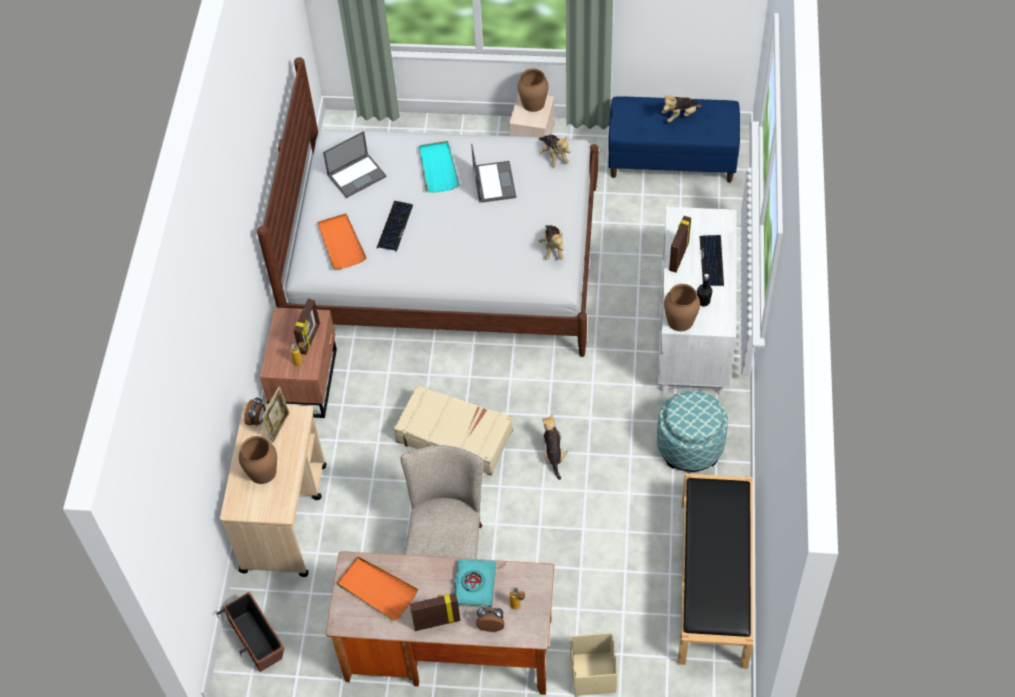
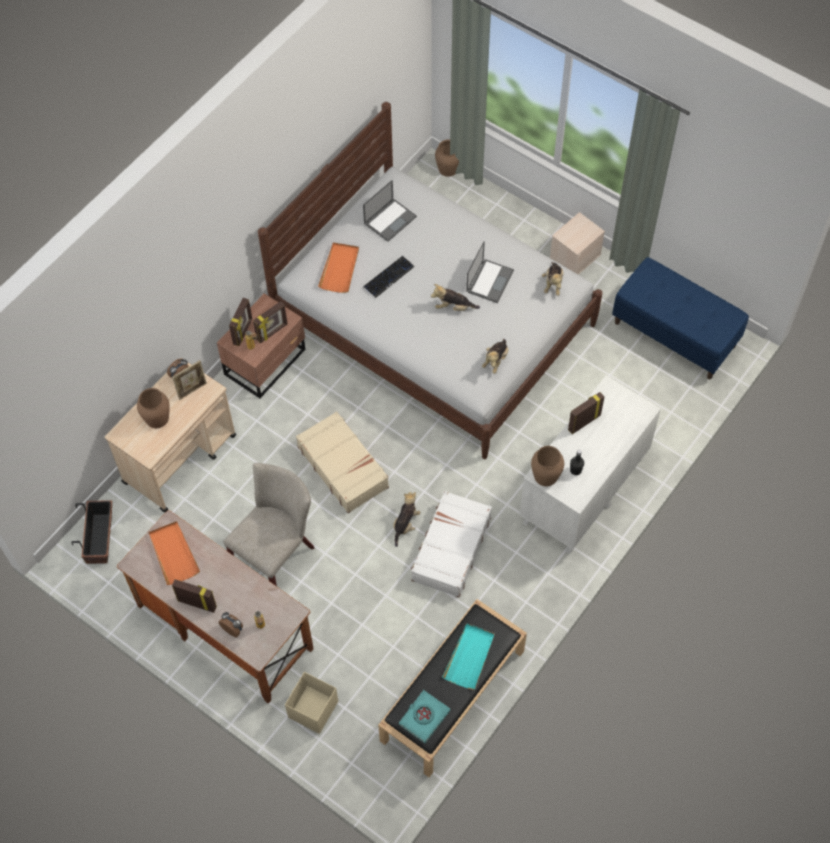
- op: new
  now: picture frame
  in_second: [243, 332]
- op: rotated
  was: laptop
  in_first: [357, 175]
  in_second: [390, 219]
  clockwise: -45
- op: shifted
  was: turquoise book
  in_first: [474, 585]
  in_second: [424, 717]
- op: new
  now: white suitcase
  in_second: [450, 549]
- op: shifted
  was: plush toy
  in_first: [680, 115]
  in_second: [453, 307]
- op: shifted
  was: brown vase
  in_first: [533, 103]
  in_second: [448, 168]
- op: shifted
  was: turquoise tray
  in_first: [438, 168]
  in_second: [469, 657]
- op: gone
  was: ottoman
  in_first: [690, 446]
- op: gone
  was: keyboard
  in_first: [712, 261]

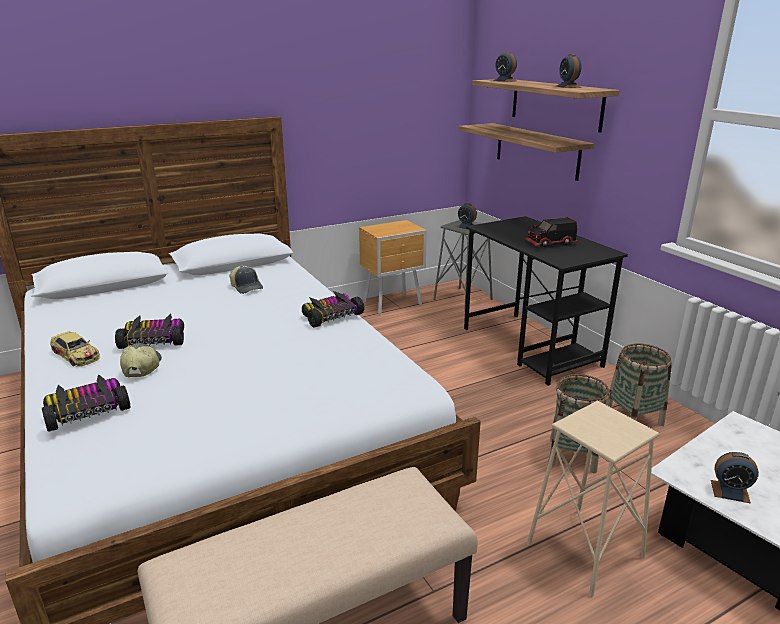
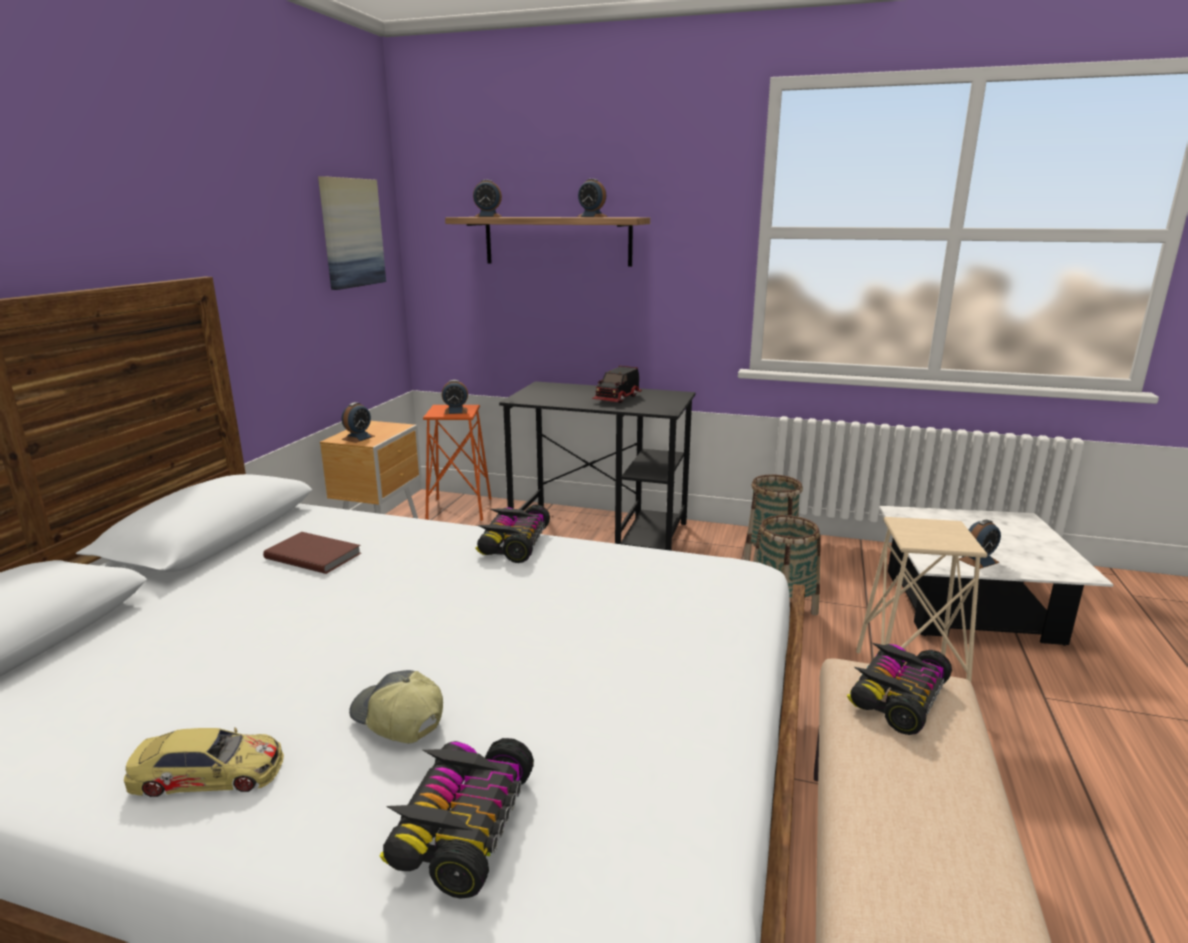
- op: swapped
  was: cap
  now: brown book
  in_first: [247, 287]
  in_second: [314, 555]
- op: new
  now: picture
  in_second: [351, 233]
- op: new
  now: alarm clock
  in_second: [358, 438]
- op: repainted
  was: grey stool
  now: orange stool
  in_first: [462, 299]
  in_second: [459, 509]
- op: shifted
  was: toy car
  in_first: [154, 340]
  in_second: [895, 697]
- op: gone
  was: shelf
  in_first: [536, 150]

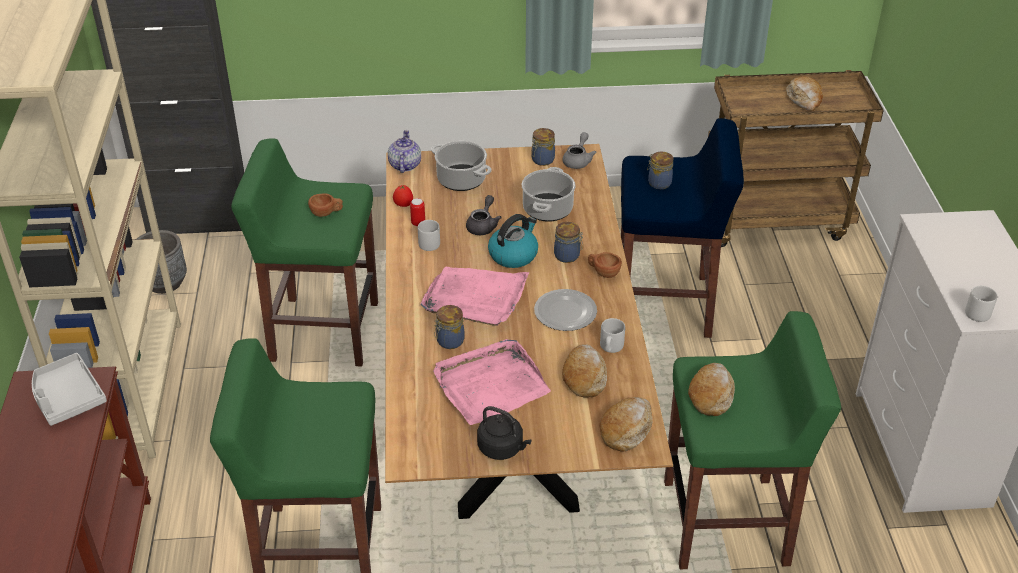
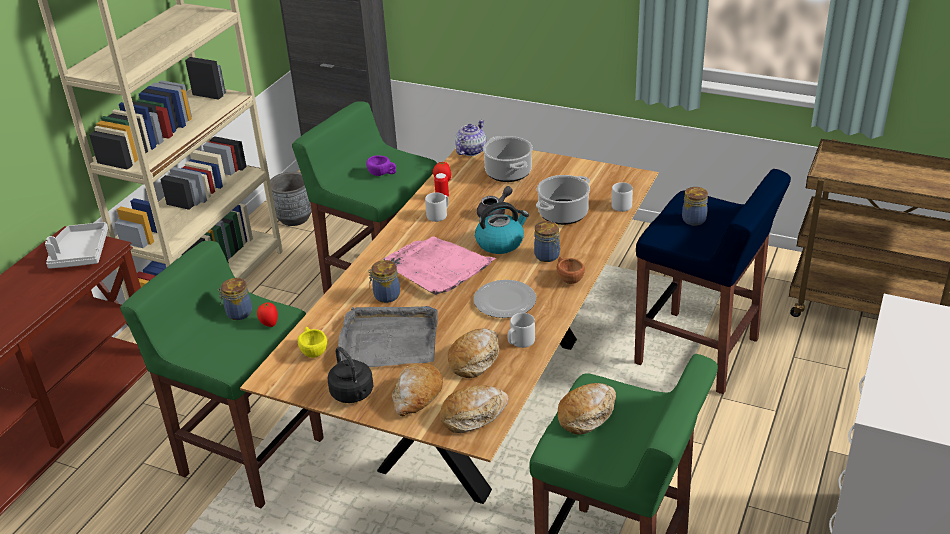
- op: shifted
  was: jar
  in_first: [542, 160]
  in_second: [238, 313]
- op: new
  now: tomato
  in_second: [269, 324]
- op: new
  now: yellow cup
  in_second: [313, 350]
- op: repainted
  was: pink tray
  now: grey tray
  in_first: [490, 385]
  in_second: [388, 341]
- op: repainted
  was: brown cup
  now: purple cup
  in_first: [326, 213]
  in_second: [382, 174]
- op: shifted
  was: bread
  in_first: [804, 99]
  in_second: [417, 396]
- op: shifted
  was: grey mug
  in_first: [977, 311]
  in_second: [623, 205]
- op: gone
  was: grey teapot
  in_first: [578, 160]

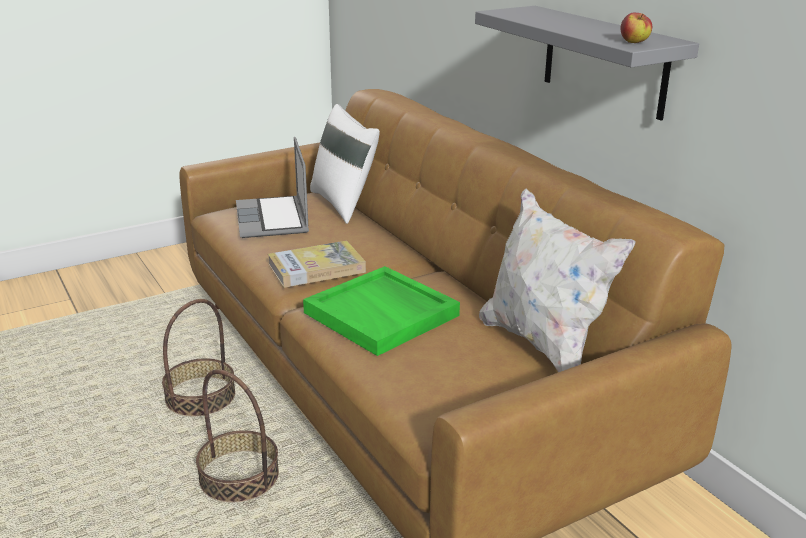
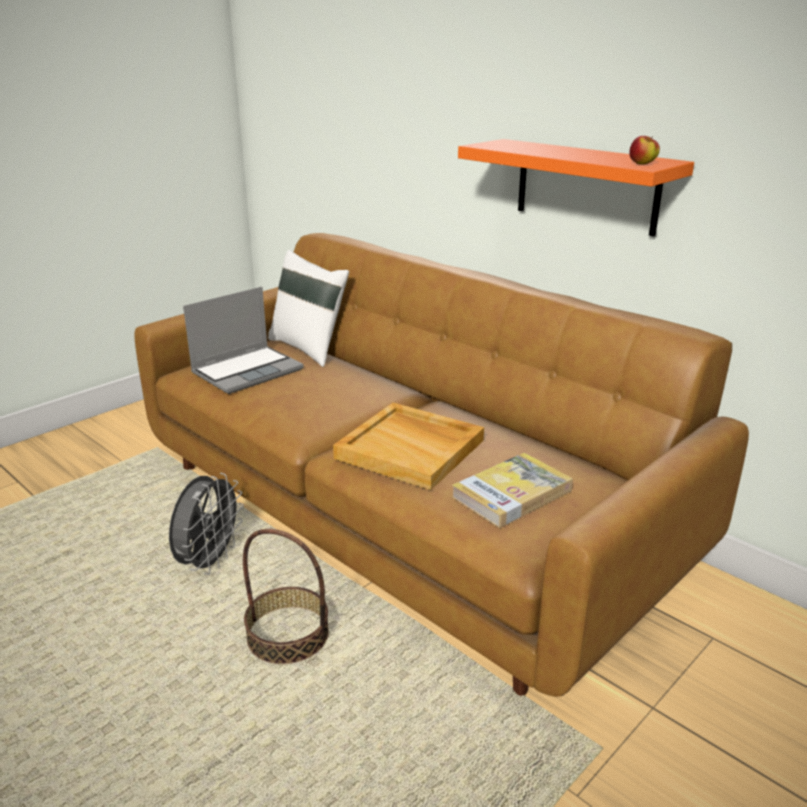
- op: swapped
  was: basket
  now: grey fan
  in_first: [200, 397]
  in_second: [209, 562]
- op: rotated
  was: laptop
  in_first: [273, 219]
  in_second: [248, 371]
  clockwise: -105
- op: repainted
  was: green tray
  now: beige tray
  in_first: [383, 314]
  in_second: [411, 449]
- op: shifted
  was: book
  in_first: [316, 268]
  in_second: [512, 493]
- op: repainted
  was: grey shelf
  now: orange shelf
  in_first: [604, 61]
  in_second: [586, 186]
- op: gone
  was: white pillow
  in_first: [543, 346]

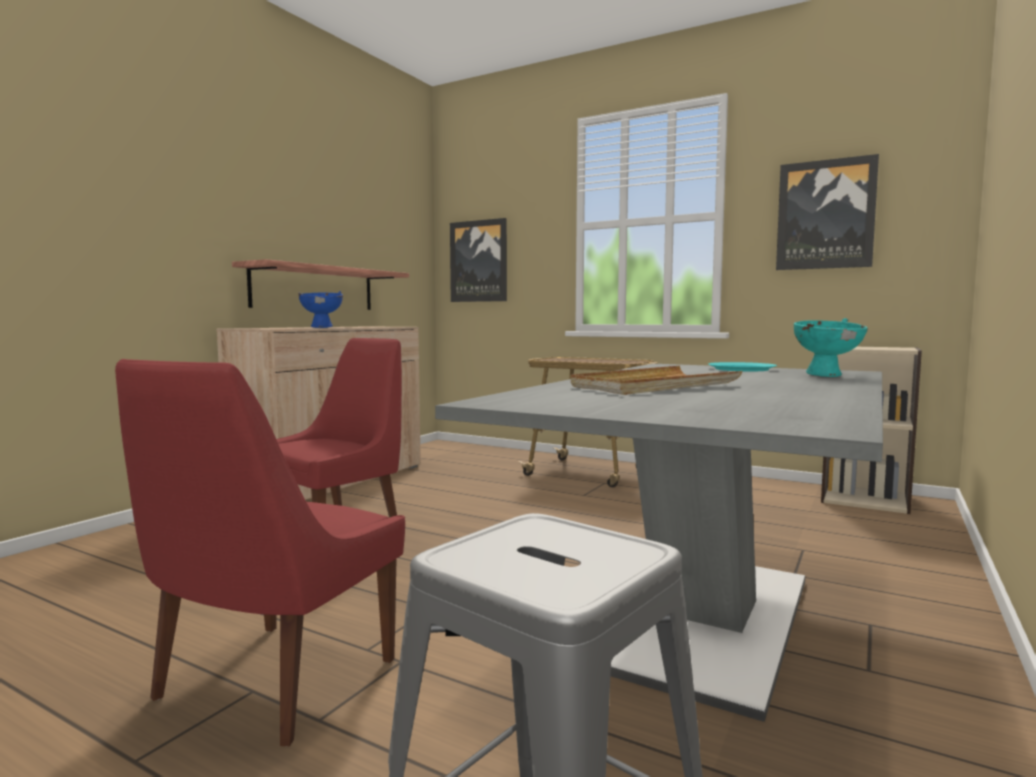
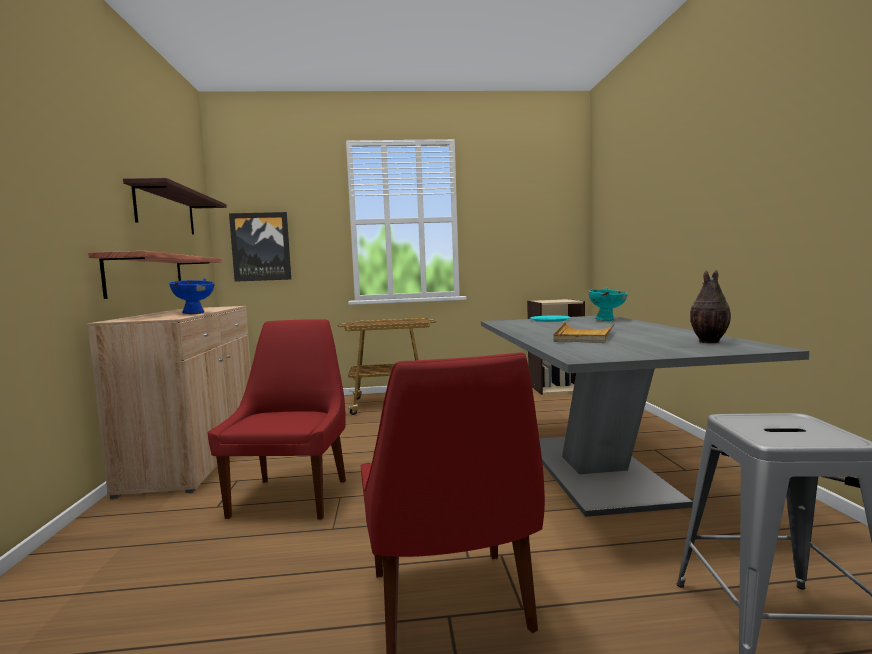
- op: new
  now: shelf
  in_second: [166, 211]
- op: new
  now: vase
  in_second: [708, 342]
- op: gone
  was: picture
  in_first: [825, 215]

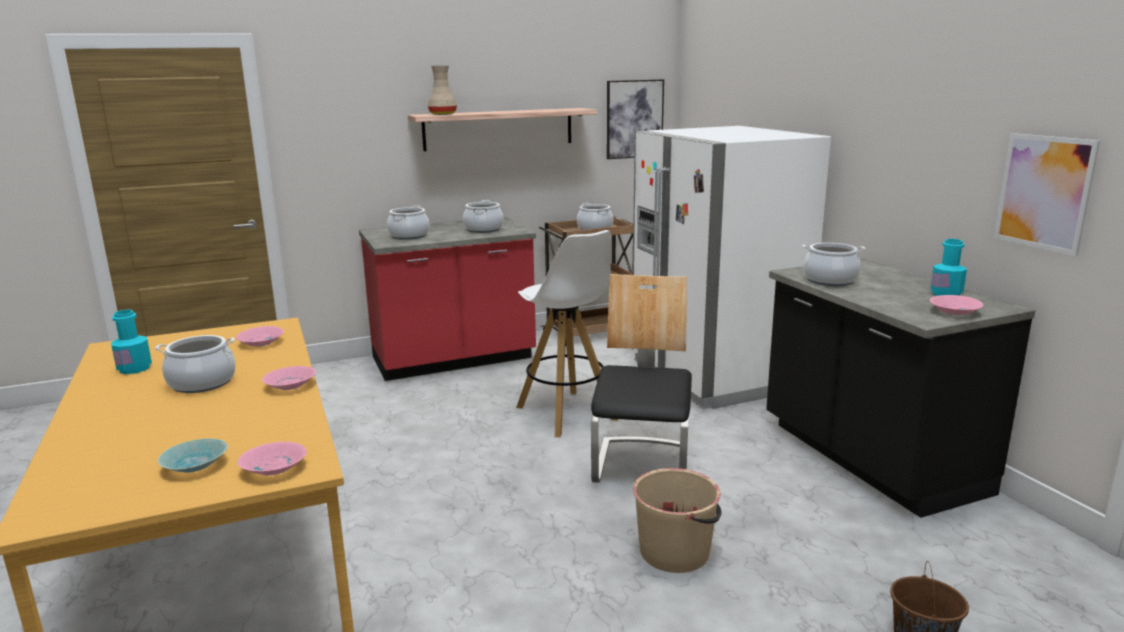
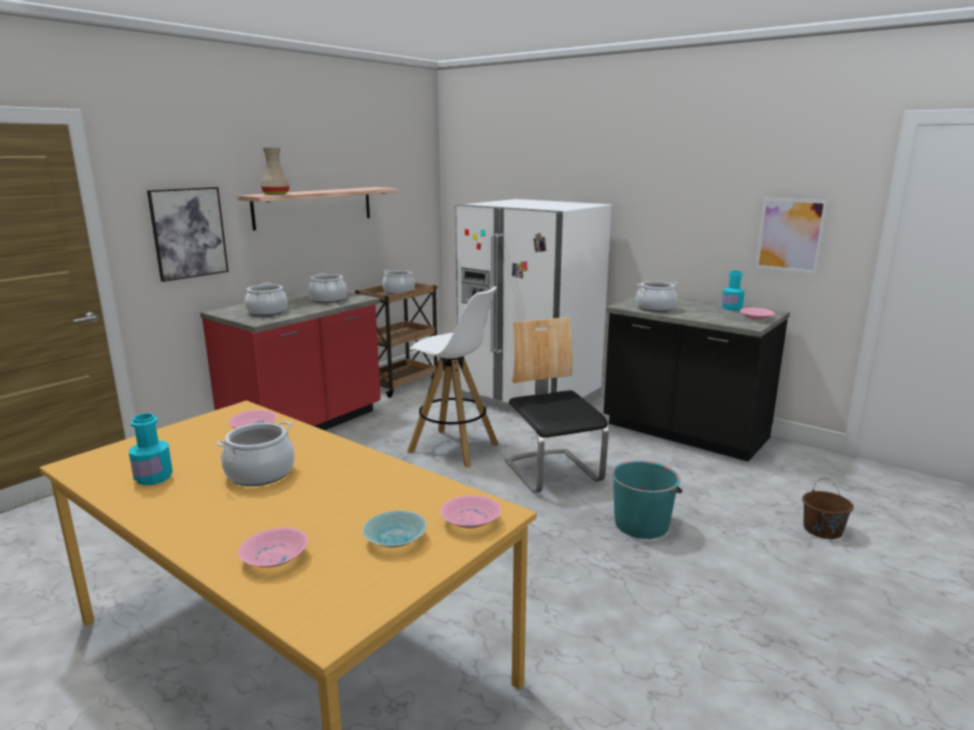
- op: shifted
  was: picture
  in_first: [634, 119]
  in_second: [189, 233]
- op: shifted
  was: pink bowl
  in_first: [289, 386]
  in_second: [274, 560]
- op: repainted
  was: beige bucket
  now: turquoise bucket
  in_first: [675, 552]
  in_second: [642, 524]

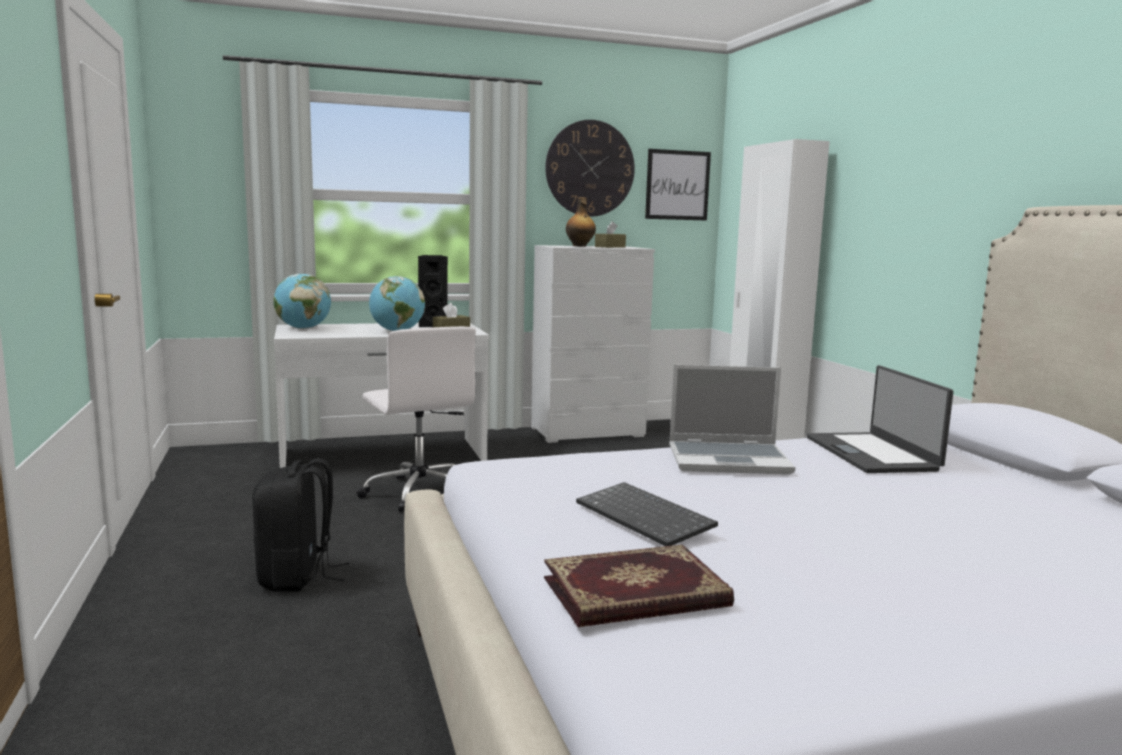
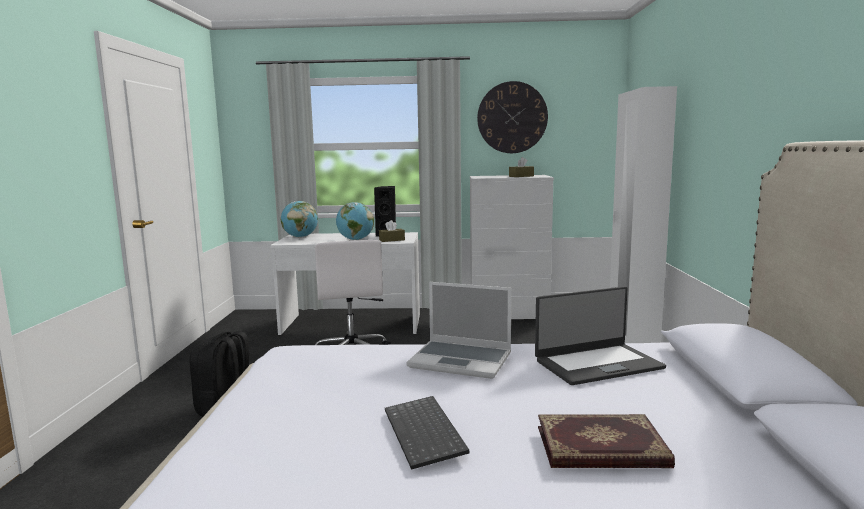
- op: shifted
  was: keyboard
  in_first: [647, 517]
  in_second: [426, 433]
- op: rotated
  was: laptop
  in_first: [872, 453]
  in_second: [597, 364]
  clockwise: -120
- op: shifted
  was: book
  in_first: [636, 594]
  in_second: [601, 448]
- op: gone
  was: bottle
  in_first: [580, 246]
- op: gone
  was: picture
  in_first: [677, 185]

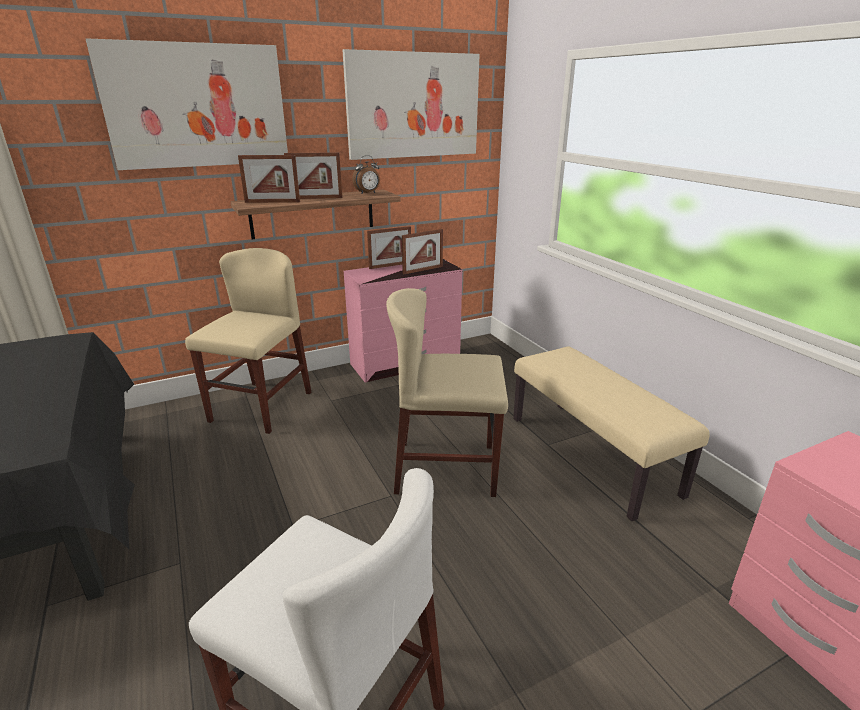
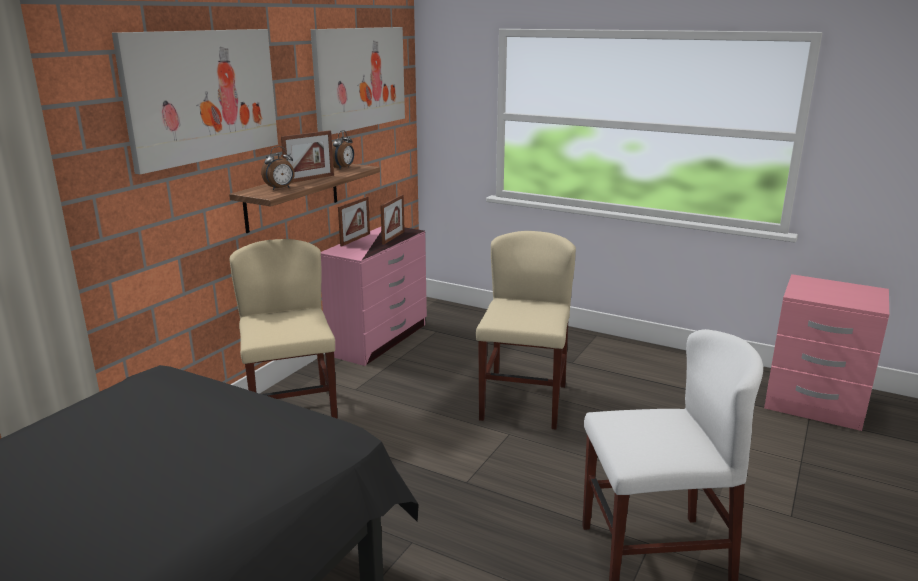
- op: swapped
  was: picture frame
  now: alarm clock
  in_first: [272, 202]
  in_second: [280, 188]
- op: rotated
  was: beige chair
  in_first: [446, 468]
  in_second: [523, 402]
  clockwise: 135
- op: gone
  was: beige bench
  in_first: [592, 455]

